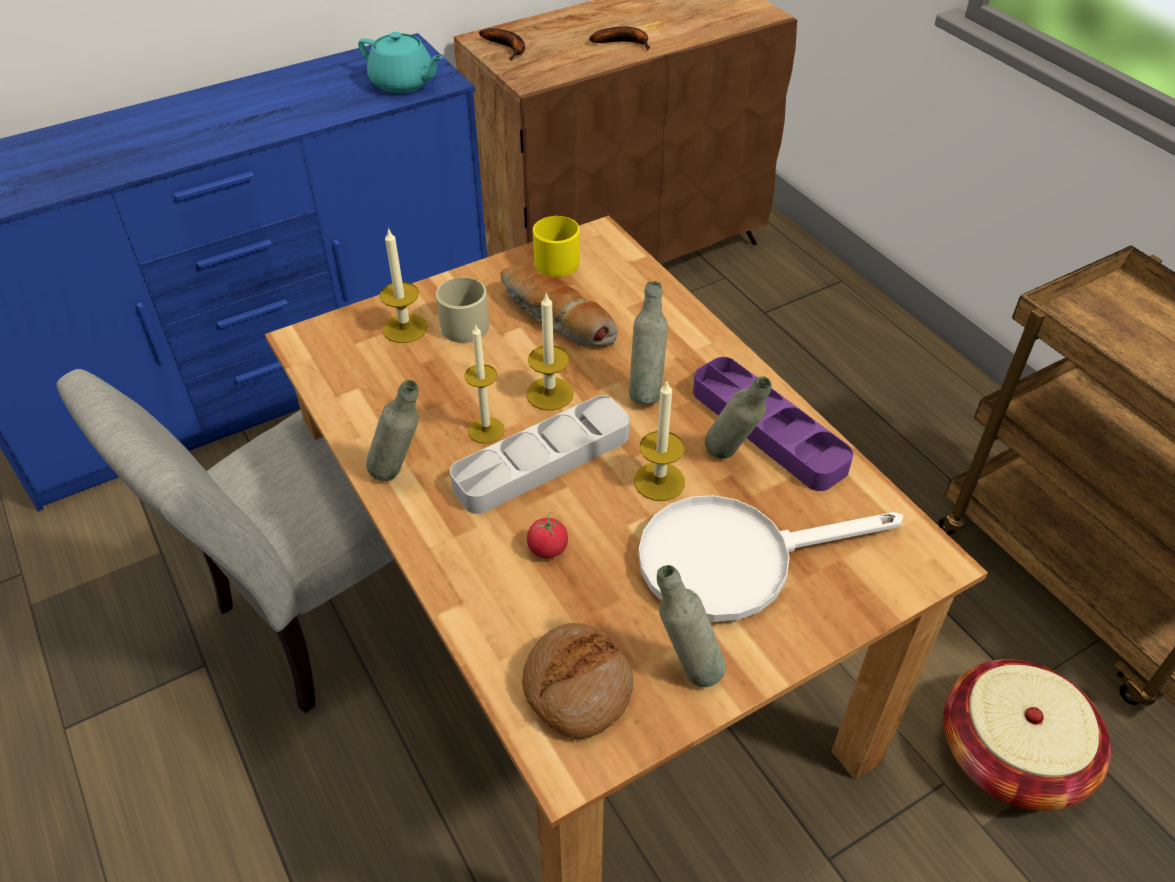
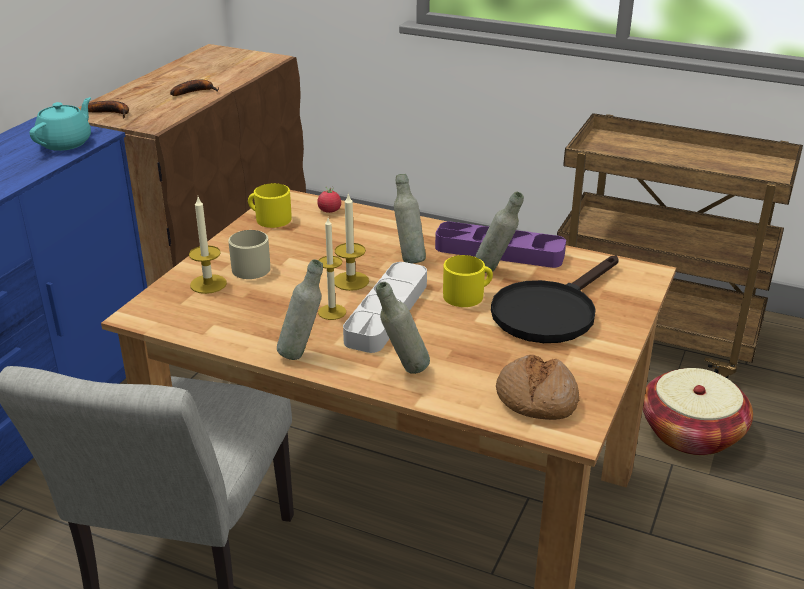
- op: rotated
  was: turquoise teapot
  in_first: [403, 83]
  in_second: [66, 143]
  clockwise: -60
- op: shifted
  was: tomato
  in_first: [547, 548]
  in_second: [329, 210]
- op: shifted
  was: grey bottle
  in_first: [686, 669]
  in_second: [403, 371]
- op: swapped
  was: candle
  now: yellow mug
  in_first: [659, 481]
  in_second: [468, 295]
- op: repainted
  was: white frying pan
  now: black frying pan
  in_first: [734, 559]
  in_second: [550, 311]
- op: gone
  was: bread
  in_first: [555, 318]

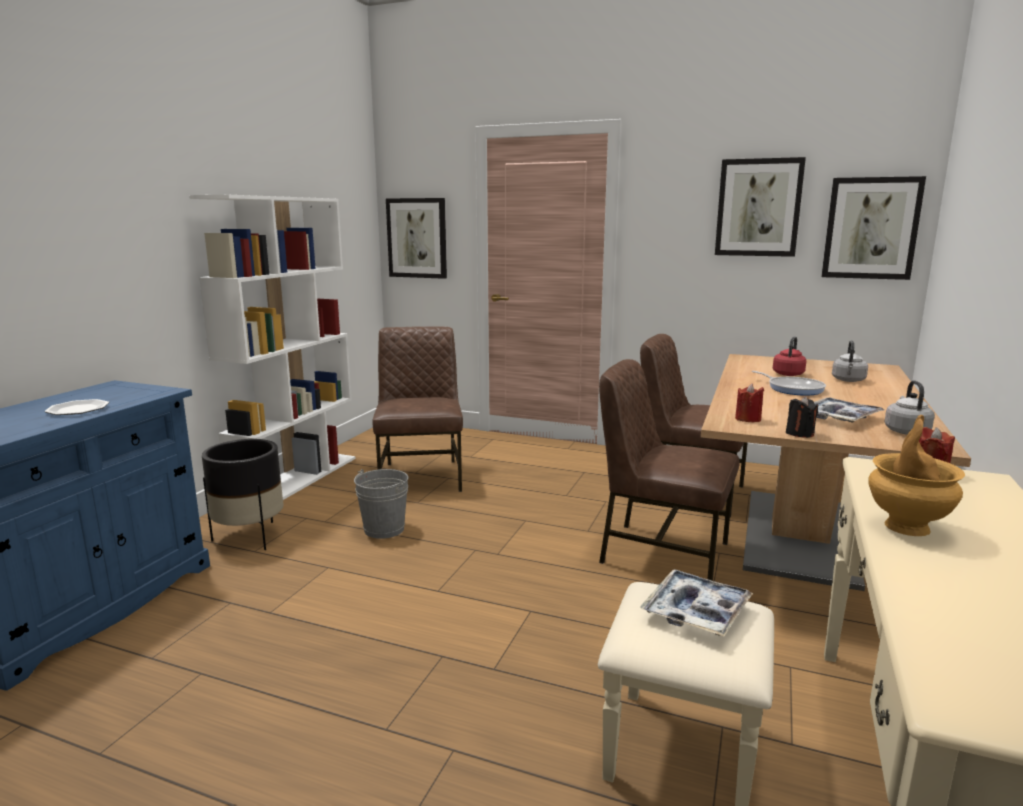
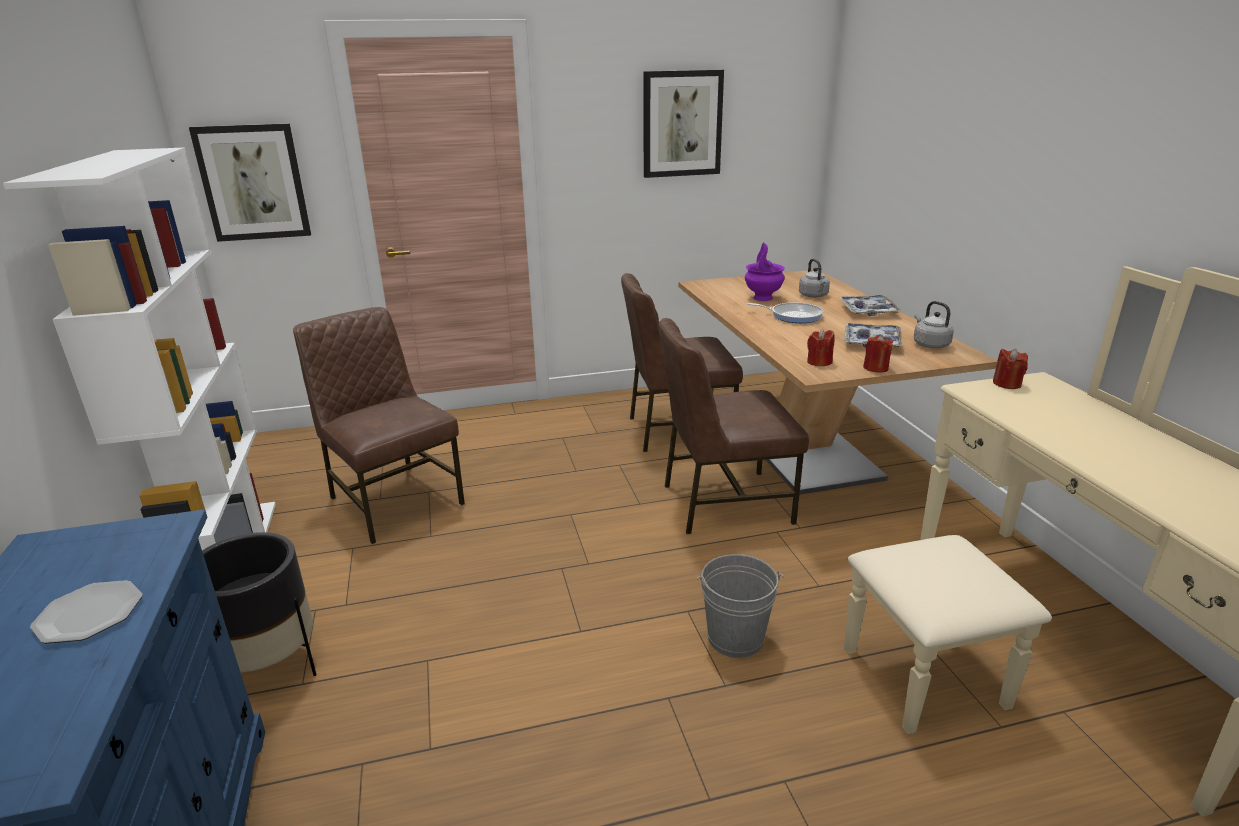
- op: shifted
  was: grey bucket
  in_first: [384, 529]
  in_second: [735, 638]
- op: swapped
  was: red kettle
  now: purple vase
  in_first: [788, 374]
  in_second: [762, 298]
- op: shifted
  was: tray
  in_first: [696, 611]
  in_second: [868, 311]
- op: repainted
  was: black candle
  now: red candle
  in_first: [799, 433]
  in_second: [875, 368]
- op: gone
  was: picture
  in_first: [871, 228]
- op: gone
  was: brown vase
  in_first: [906, 526]

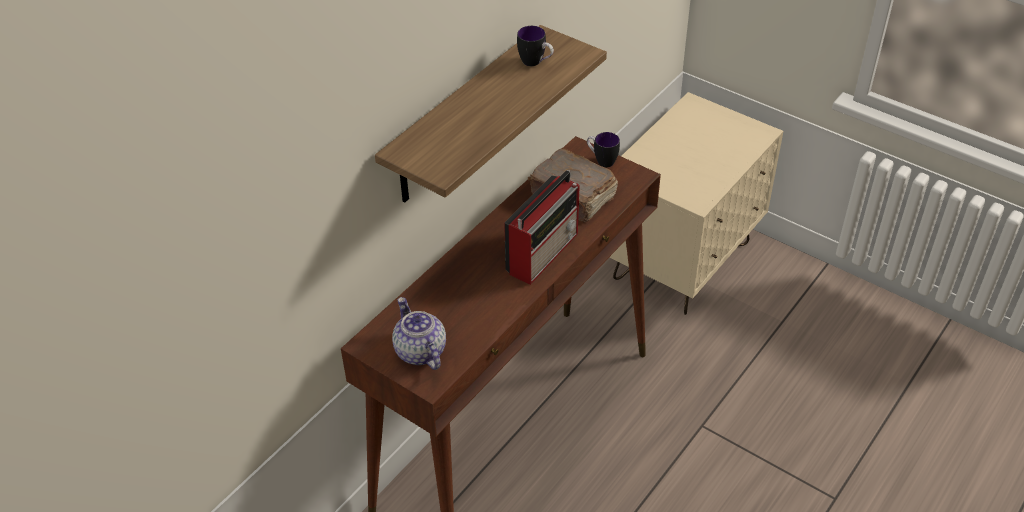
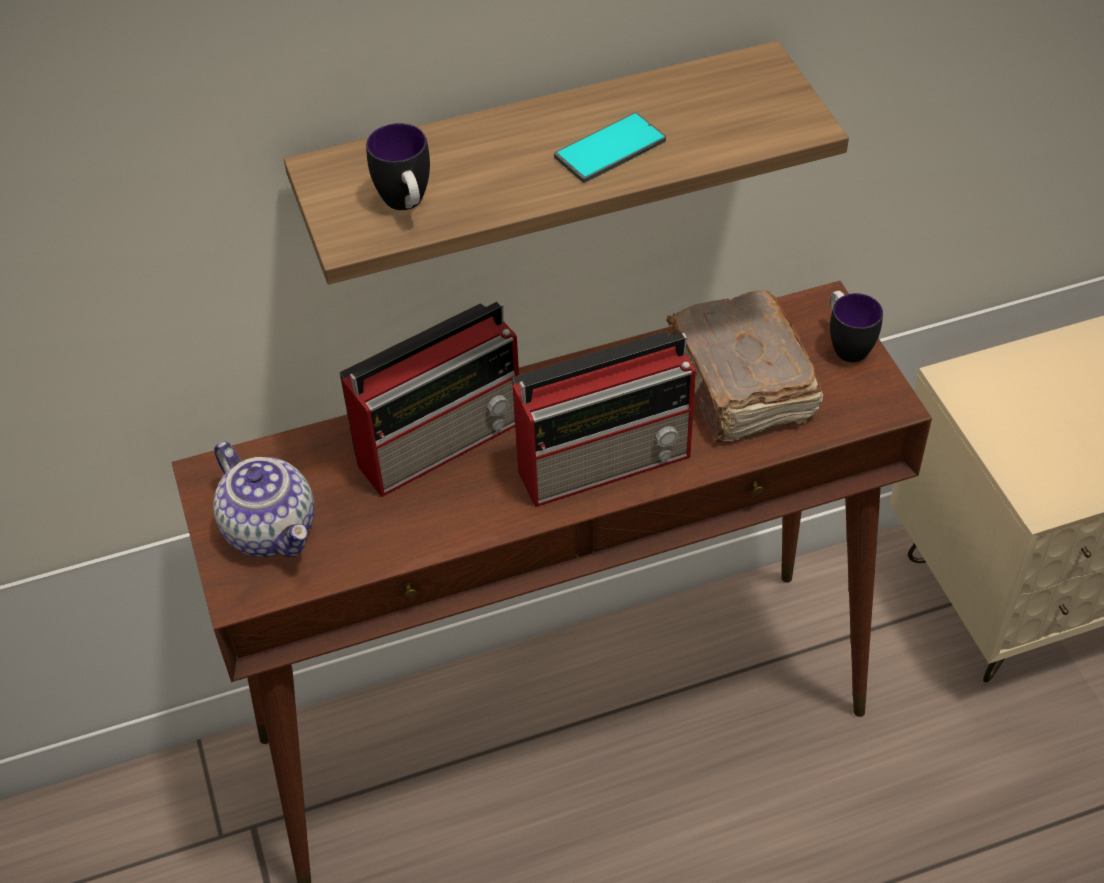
- op: rotated
  was: teapot
  in_first: [419, 351]
  in_second: [272, 529]
  clockwise: 135
- op: new
  now: radio
  in_second: [442, 440]
- op: shifted
  was: mug
  in_first: [536, 63]
  in_second: [407, 206]
- op: new
  now: phone
  in_second: [610, 149]

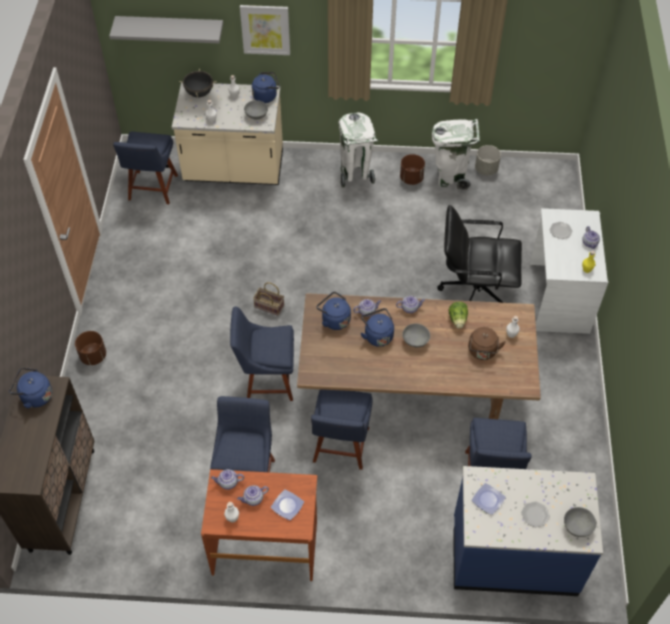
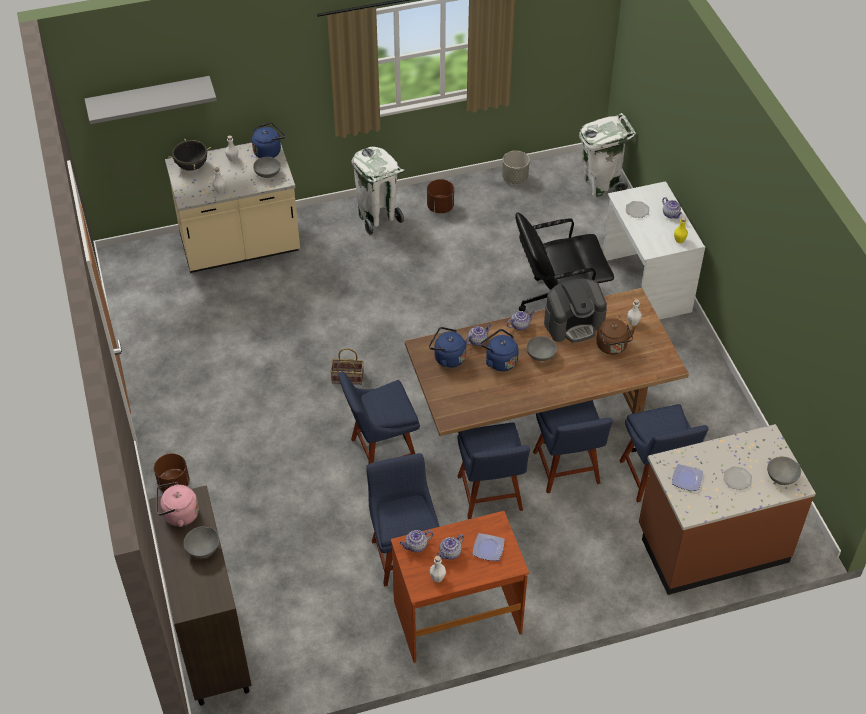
- op: repainted
  was: blue kettle
  now: pink kettle
  in_first: [35, 396]
  in_second: [178, 515]
- op: new
  now: grey bowl
  in_second: [203, 549]
- op: shifted
  was: blue chair
  in_first: [152, 189]
  in_second: [567, 470]
- op: swapped
  was: lettuce
  now: coffee machine
  in_first: [458, 320]
  in_second: [574, 323]
- op: shifted
  was: white trash can
  in_first: [450, 177]
  in_second: [601, 184]
- op: repainted
  was: blue counter
  now: brown counter
  in_first: [514, 555]
  in_second: [712, 544]
- op: gone
  was: picture
  in_first: [265, 29]

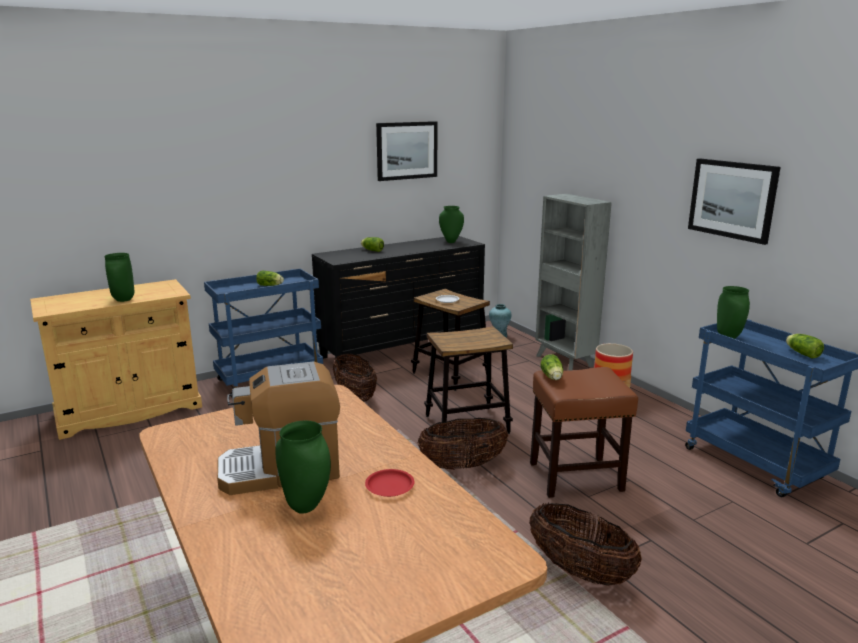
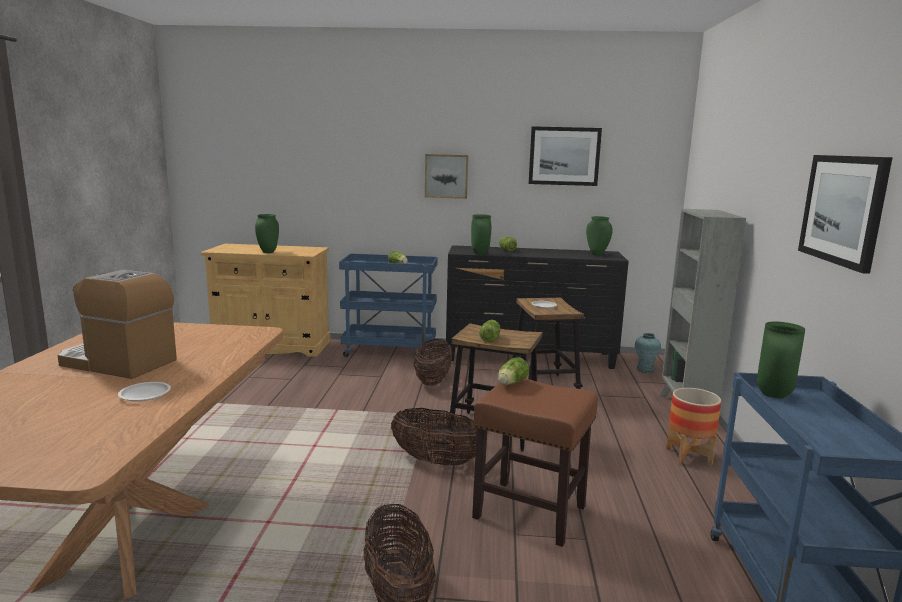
- op: repainted
  was: red plate
  now: white plate
  in_first: [389, 486]
  in_second: [145, 394]
- op: new
  now: picture
  in_second: [446, 176]
- op: shifted
  was: green vase
  in_first: [305, 507]
  in_second: [479, 253]
- op: shifted
  was: lettuce
  in_first: [801, 353]
  in_second: [490, 338]

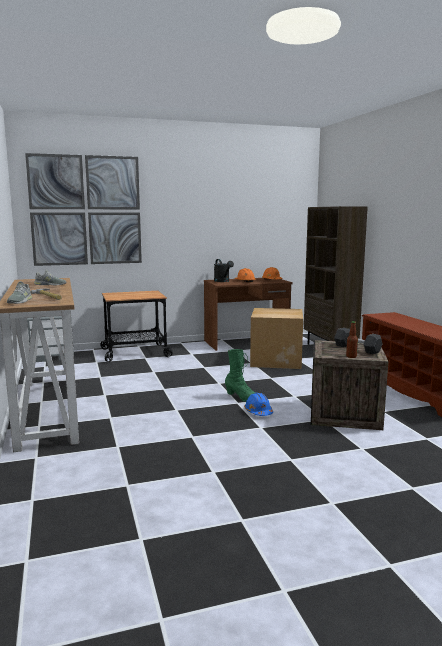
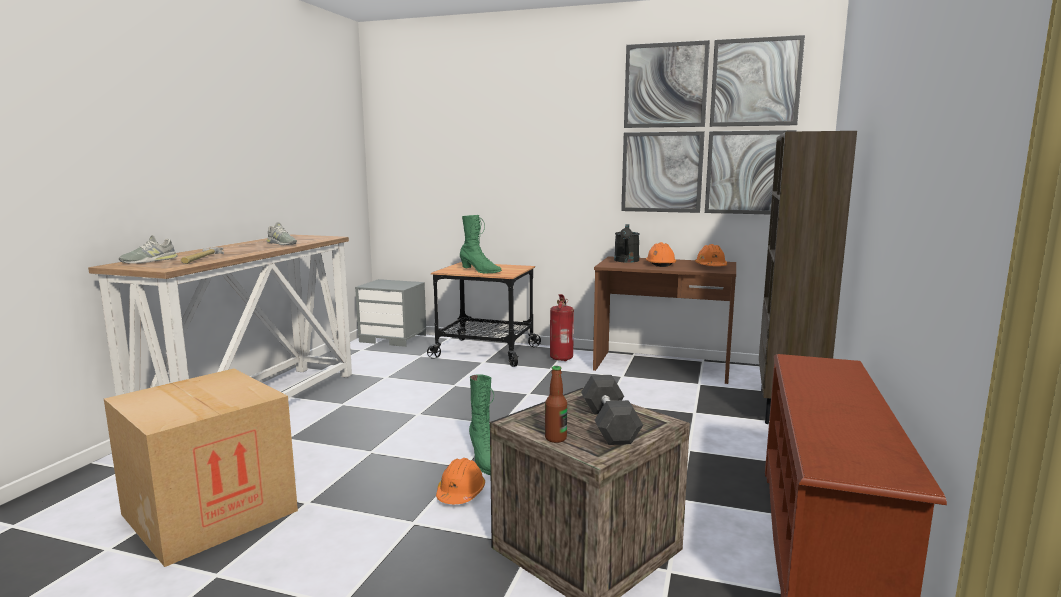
- op: shifted
  was: cardboard box
  in_first: [276, 360]
  in_second: [210, 512]
- op: repainted
  was: blue hard hat
  now: orange hard hat
  in_first: [258, 412]
  in_second: [460, 493]
- op: new
  now: green boot
  in_second: [480, 271]
- op: new
  now: fire extinguisher
  in_second: [562, 358]
- op: shifted
  was: picture
  in_first: [86, 210]
  in_second: [707, 129]

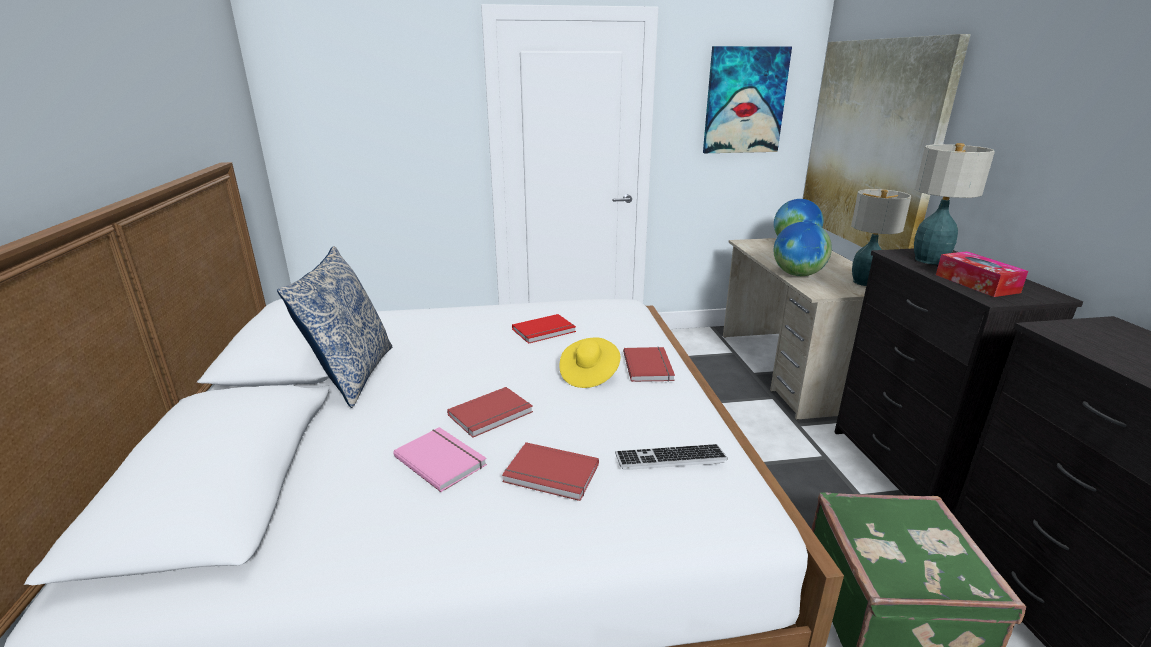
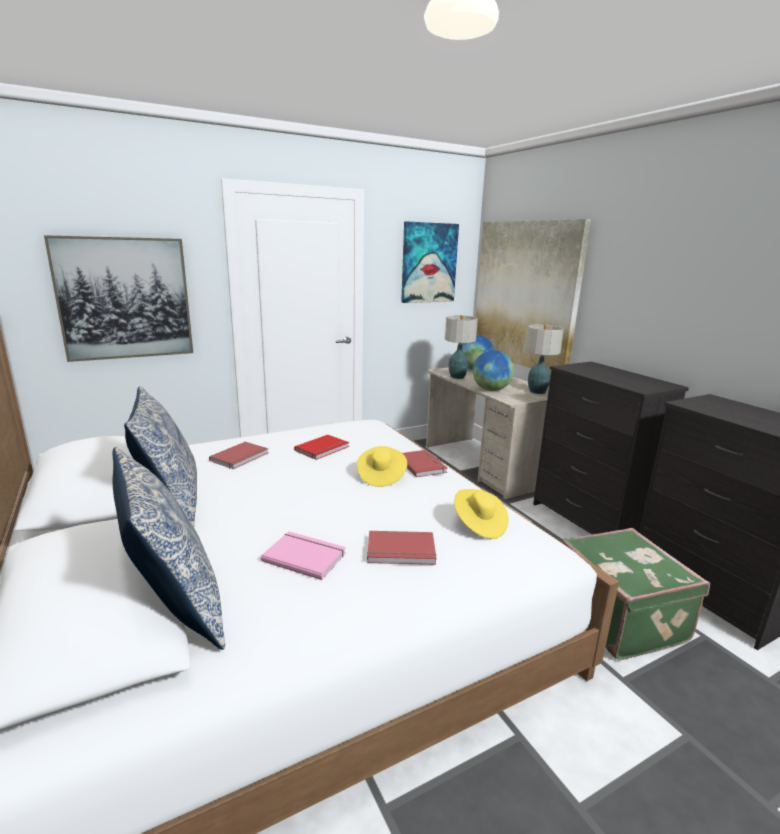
- op: new
  now: picture
  in_second: [125, 298]
- op: new
  now: pillow
  in_second: [175, 607]
- op: shifted
  was: red book
  in_first: [492, 414]
  in_second: [241, 457]
- op: shifted
  was: table lamp
  in_first: [928, 260]
  in_second: [457, 377]
- op: swapped
  was: keyboard
  now: yellow hat
  in_first: [670, 458]
  in_second: [479, 525]
- op: gone
  was: tissue box
  in_first: [976, 283]

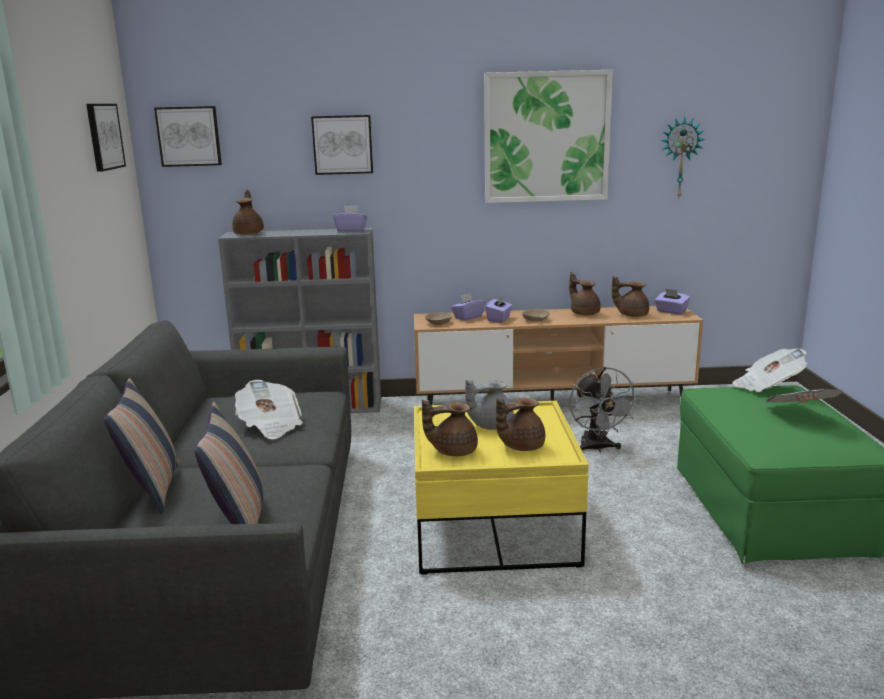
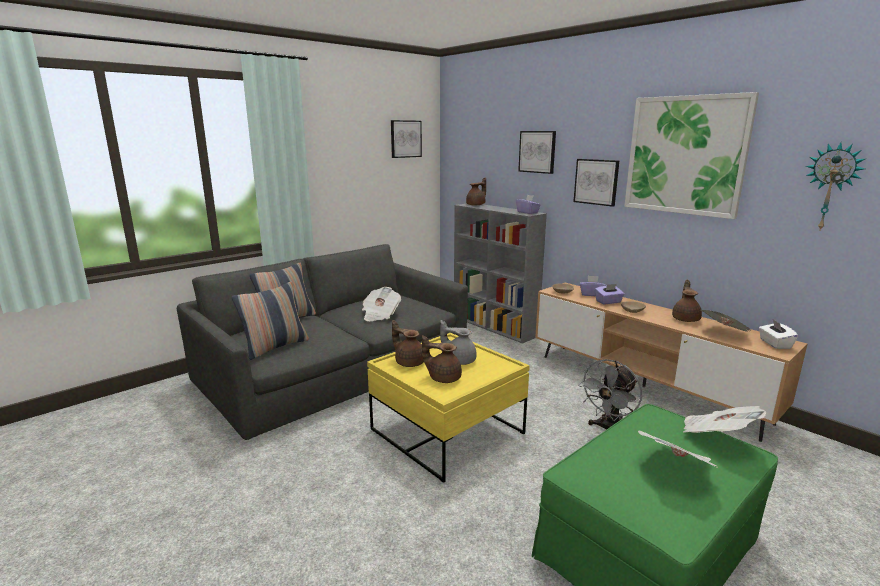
- op: shifted
  was: picture
  in_first: [189, 136]
  in_second: [596, 182]
- op: swapped
  was: brown teapot
  now: newspaper
  in_first: [631, 315]
  in_second: [725, 333]
- op: repainted
  was: purple tissue box
  now: white tissue box
  in_first: [671, 311]
  in_second: [774, 344]

